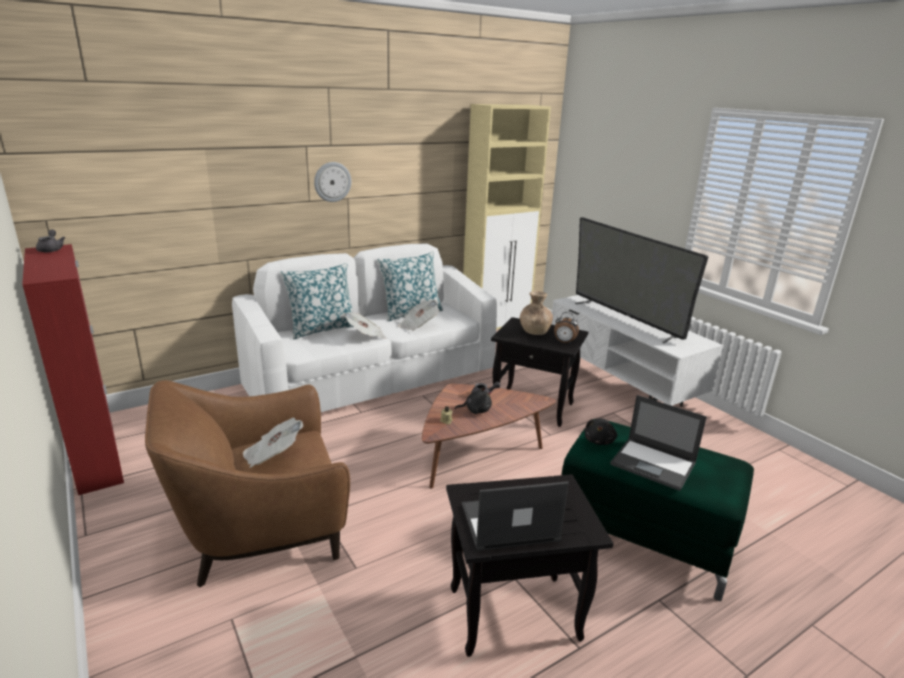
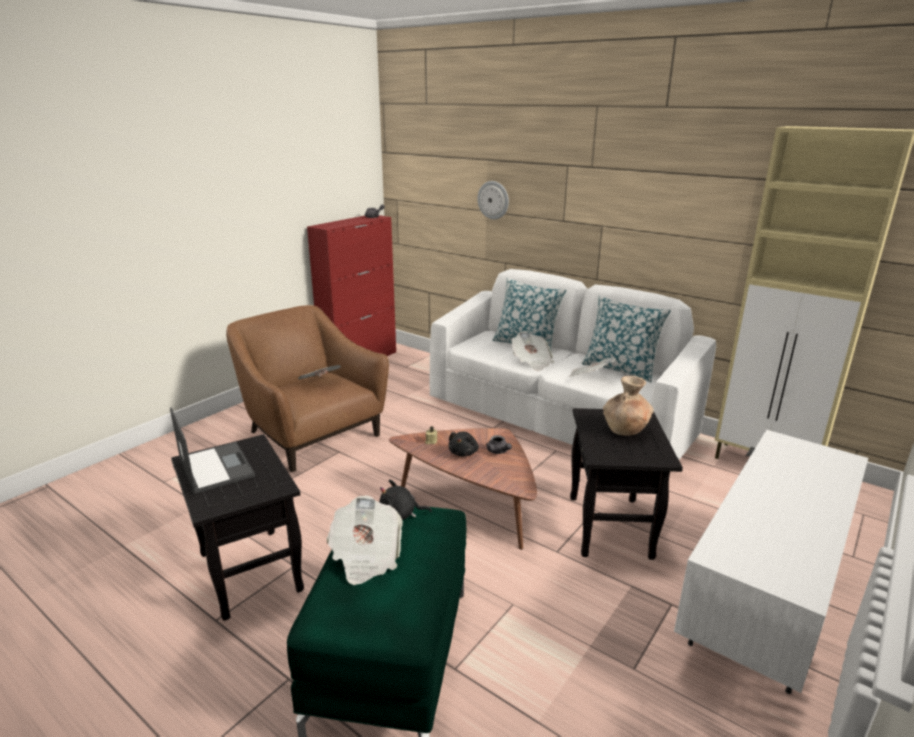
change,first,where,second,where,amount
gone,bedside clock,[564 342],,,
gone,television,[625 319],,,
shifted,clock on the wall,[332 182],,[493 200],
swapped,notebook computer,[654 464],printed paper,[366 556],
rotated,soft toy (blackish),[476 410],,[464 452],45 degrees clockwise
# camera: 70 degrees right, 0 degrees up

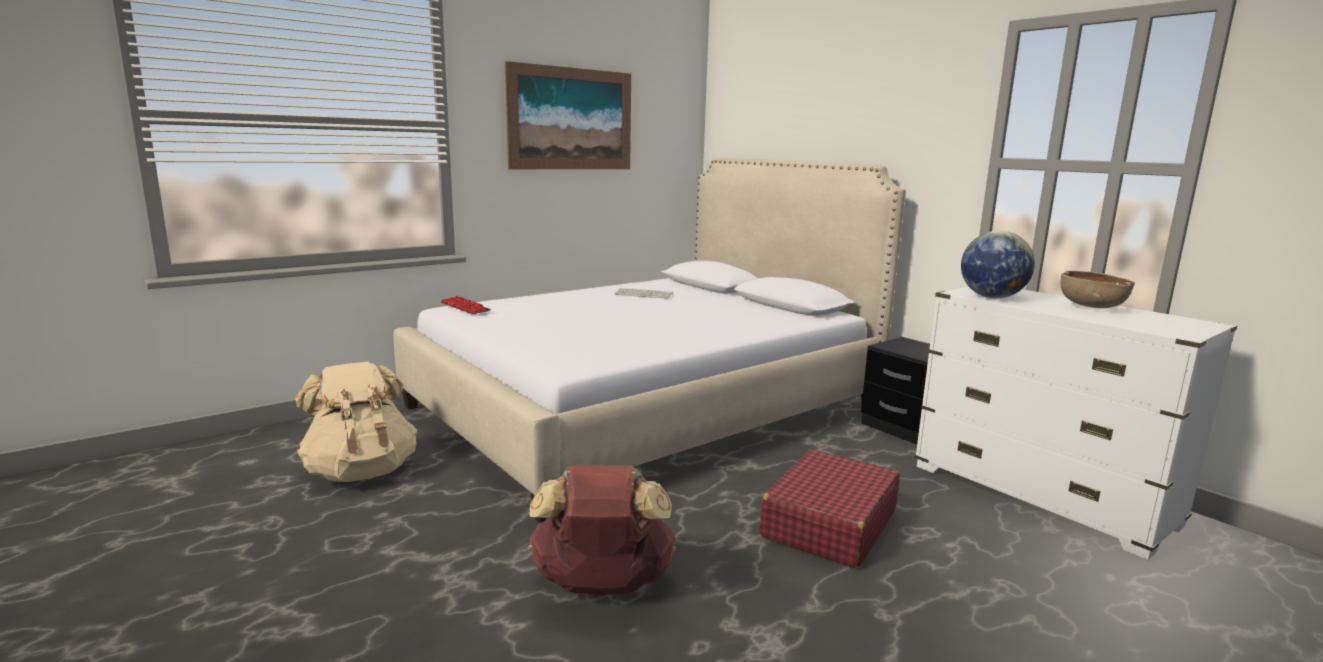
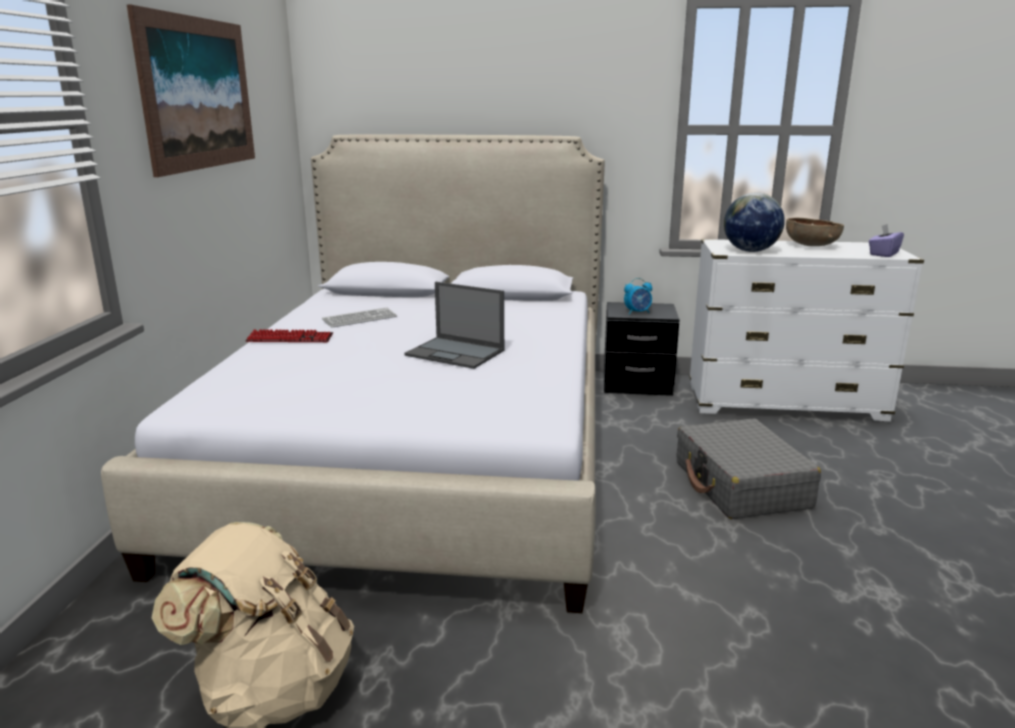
change,first,where,second,where,amount
gone,backpack (brown),[602 586],,,
new,,,notebook computer,[456 353],
new,,,bedside clock,[637 312],
new,,,box of tissues (purplish),[883 254],
shifted,PC keyboard,[465 307],,[290 339],
repainted,suitcase (red-coloured),[828 524],suitcase (grey),[741 485],
# camera: 45 degrees left, 5 degrees up

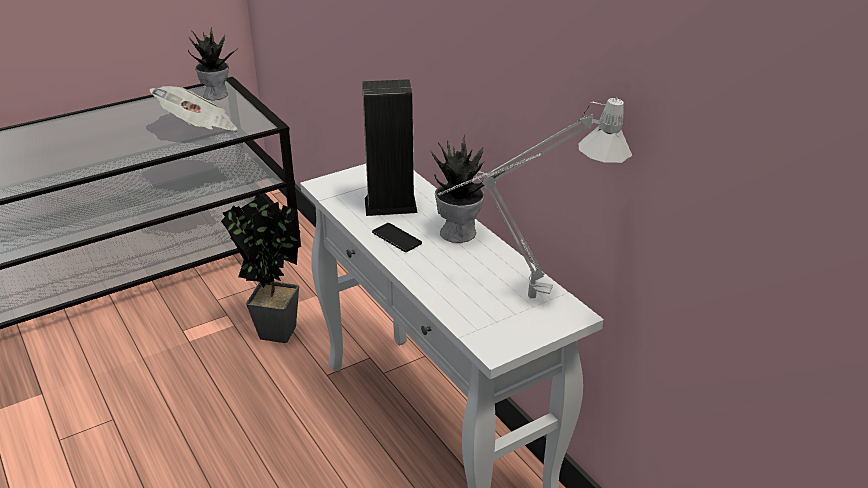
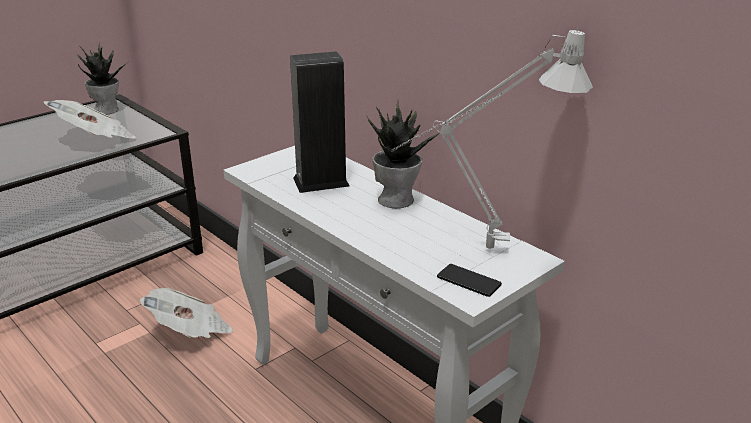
change,first,where,second,where,amount
shifted,phone,[396 238],,[468 281],
swapped,plant in a pot,[273 329],printed paper,[190 331],
# camera: 10 degrees left, 5 degrees down

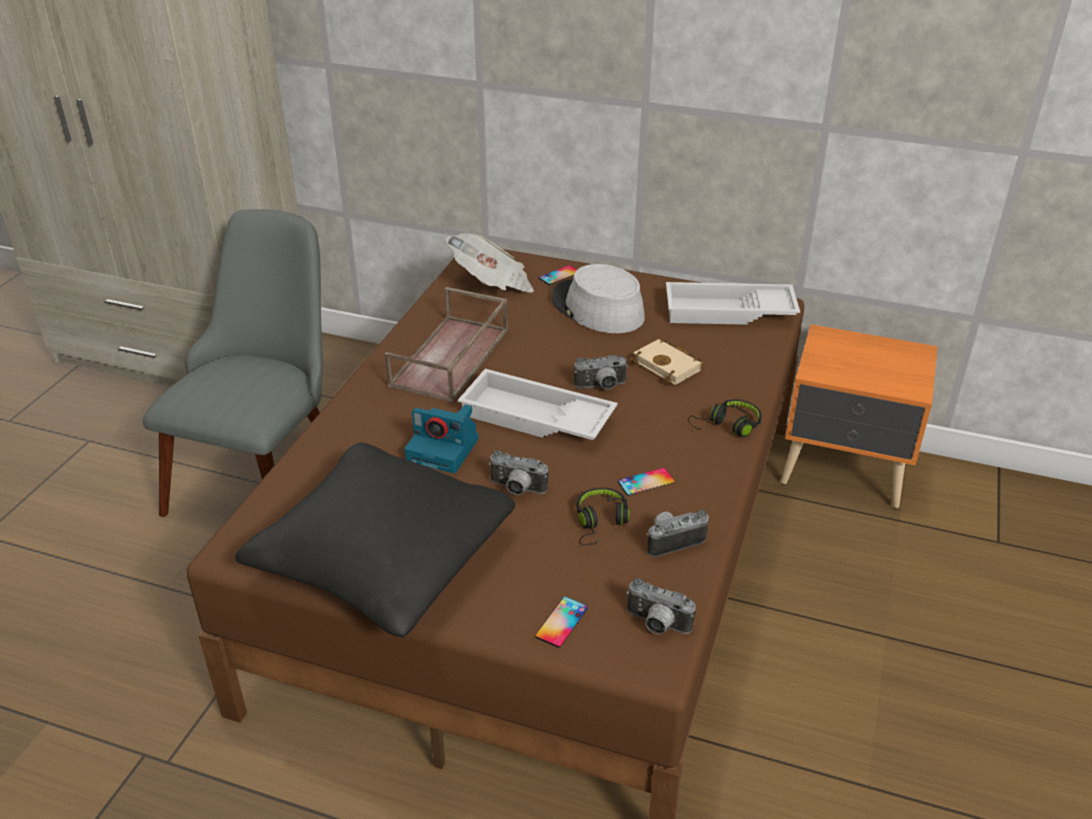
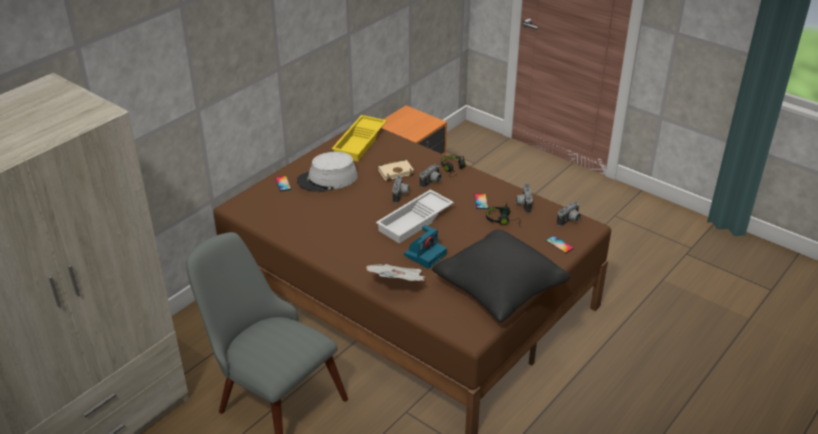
change,first,where,second,where,amount
gone,tray (brown),[451 359],,,
shifted,printed paper,[492 284],,[398 284],
shifted,photo camera,[516 489],,[432 183],
repainted,tray (white),[728 312],tray (yellow-coloured),[360 142],
# camera: 70 degrees left, 0 degrees up

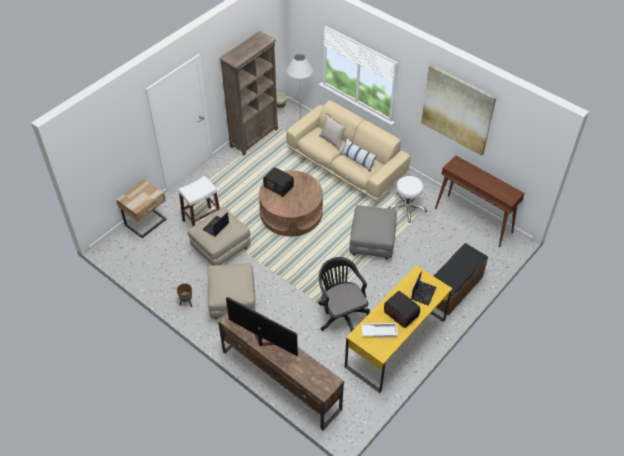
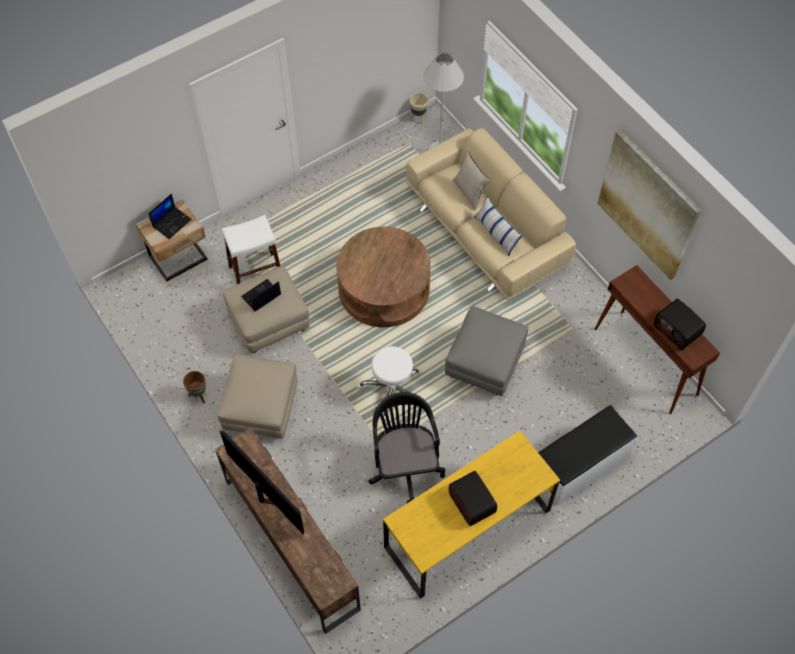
change,first,where,second,where,amount
gone,bookshelf (brown),[254 137],,,
gone,tray (white),[379 331],,,
shifted,radio,[279 187],,[677 330],
shifted,sitting stool (white),[407 209],,[392 389],
shifted,notebook computer,[423 293],,[172 222],
repainted,bench (brown),[455 289],bench (white),[580 465],
# camera: 15 degrees right, 10 degrees up

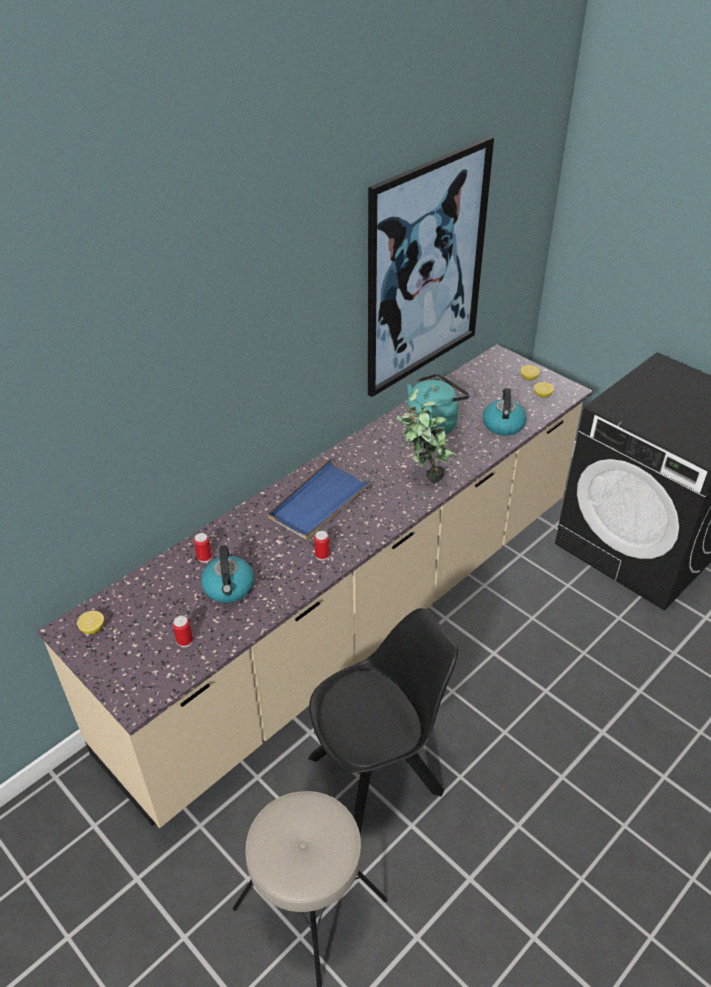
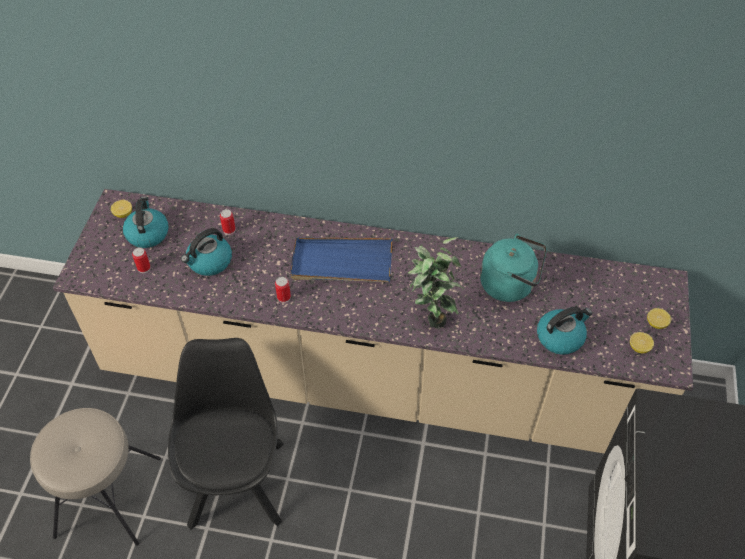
change,first,where,second,where,amount
gone,wall picture,[426 270],,,
new,,,kettle,[147 233],
rotated,chair (blackish),[379 773],,[237 480],120 degrees counterclockwise
# camera: 55 degrees right, 10 degrees up

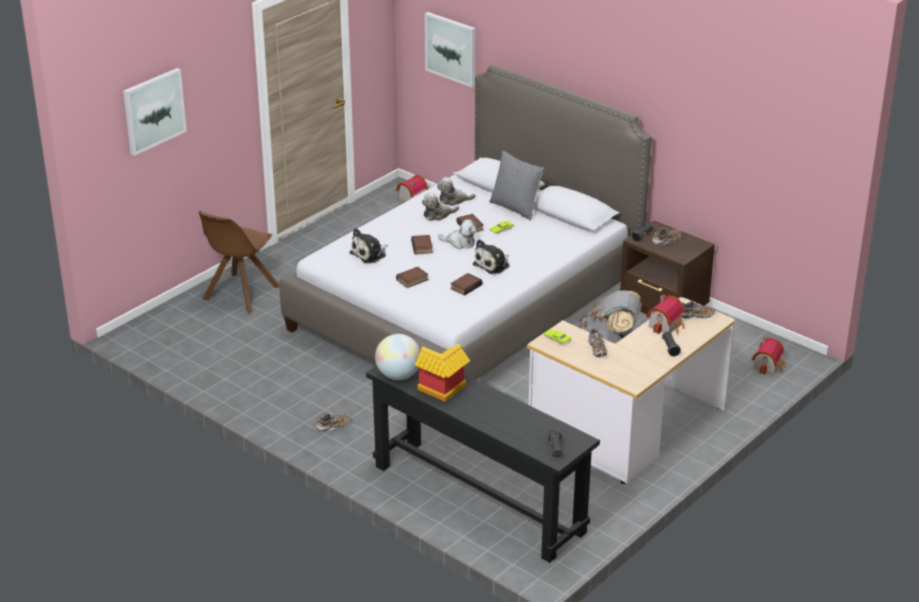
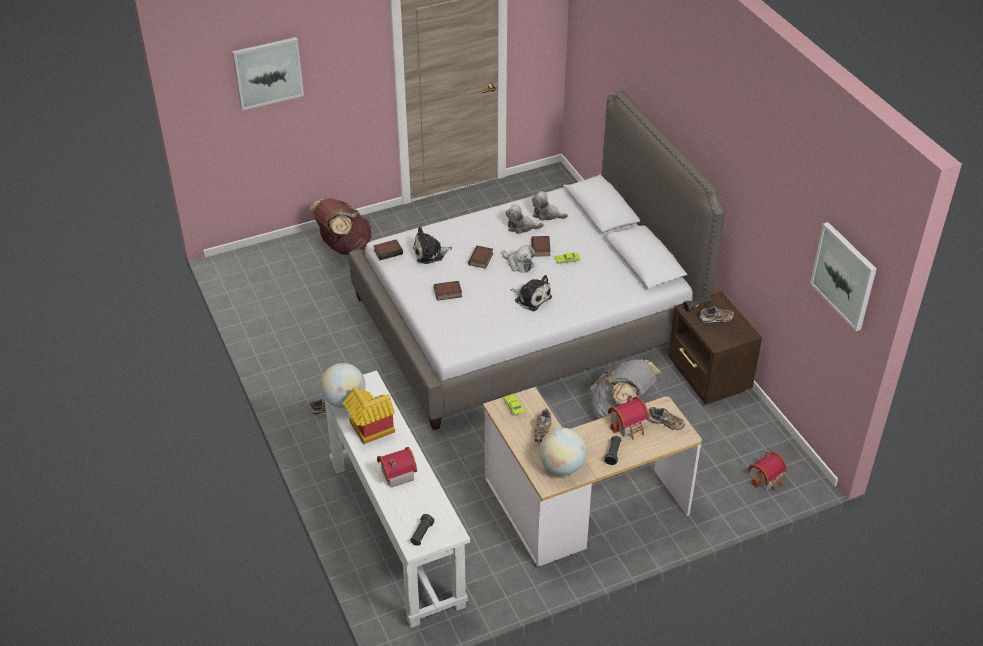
change,first,where,second,where,amount
gone,pillow (grey),[516 208],,,
new,,,desk globe,[561 467],
shifted,toy house,[410 197],,[396 473],
shifted,wall picture,[451 48],,[844 275],
shifted,book,[465 286],,[388 251],
swapped,chair (brown),[240 294],backpack (brown),[344 247],
repainted,hall table (blackish),[478 498],hall table (white),[396 533],
rotated,soft toy,[493 265],,[531 298],120 degrees counterclockwise
# camera: 25 degrees right, 10 degrees up

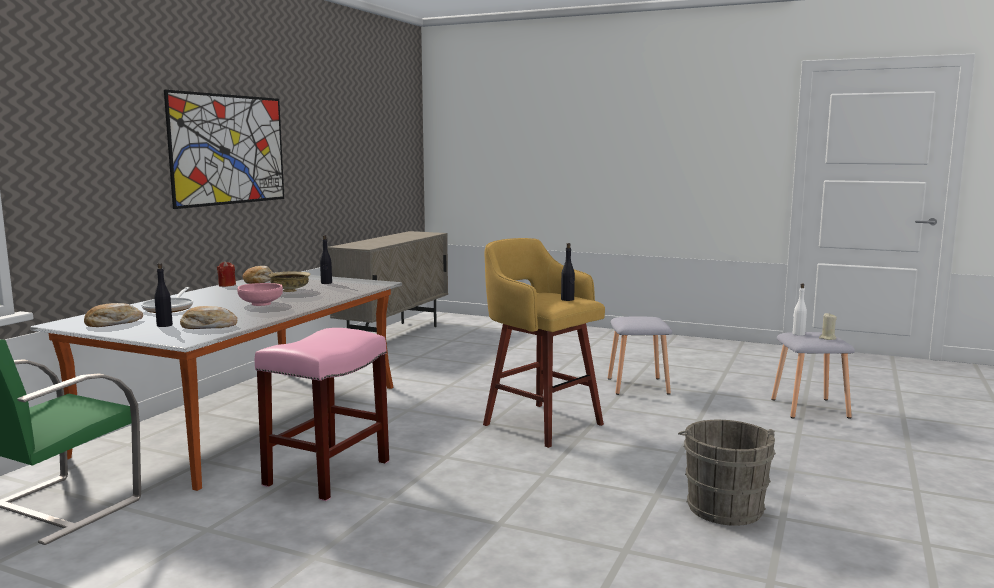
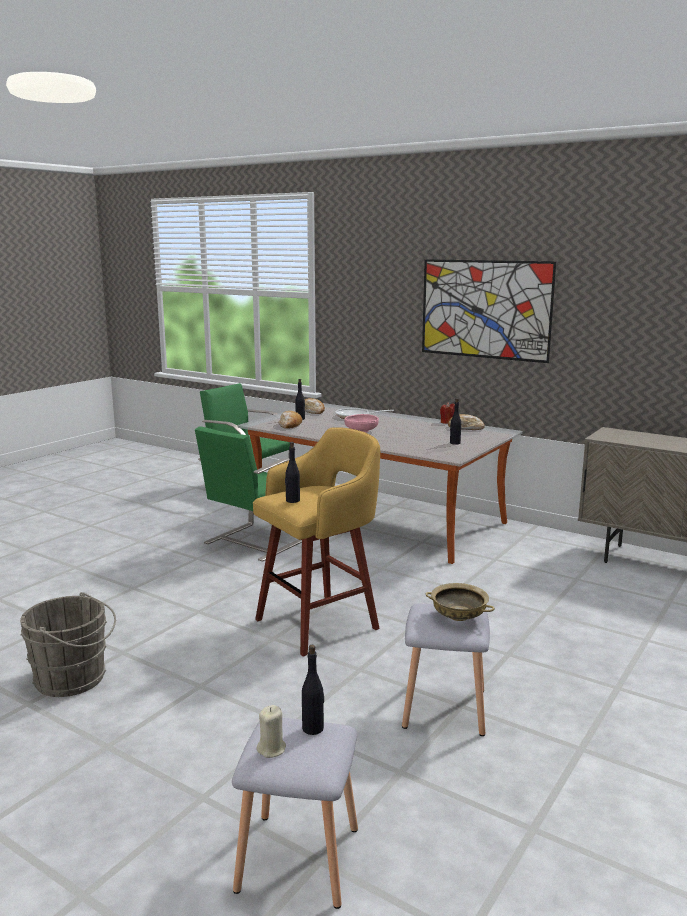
change,first,where,second,where,amount
shifted,deep dish (beige),[290 290],,[459 617],
swapped,sitting stool (pinkish),[327 473],chair (green-coloured),[253 542],
repainted,bottle (white),[798 334],bottle (blackish),[313 728],
# camera: 100 degrees right, 5 degrees up

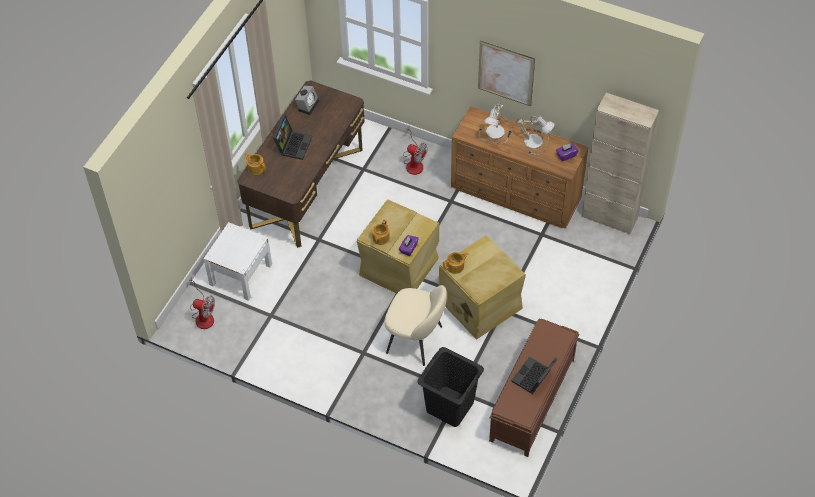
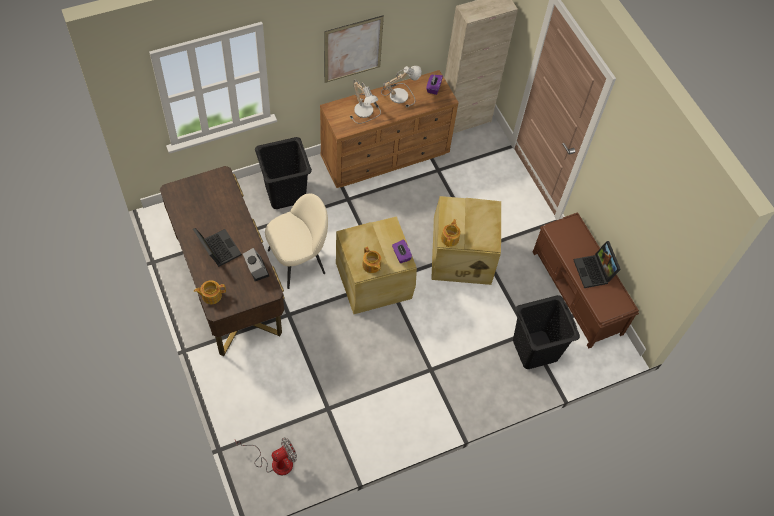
change,first,where,second,where,amount
gone,nightstand (white),[241 274],,,
shifted,bedside clock,[308 105],,[256 269],
shifted,chair (beige),[416 340],,[298 261],
swapped,electric fan,[414 162],washing basket (blackish),[285 192],
# camera: 55 degrees left, 5 degrees up

